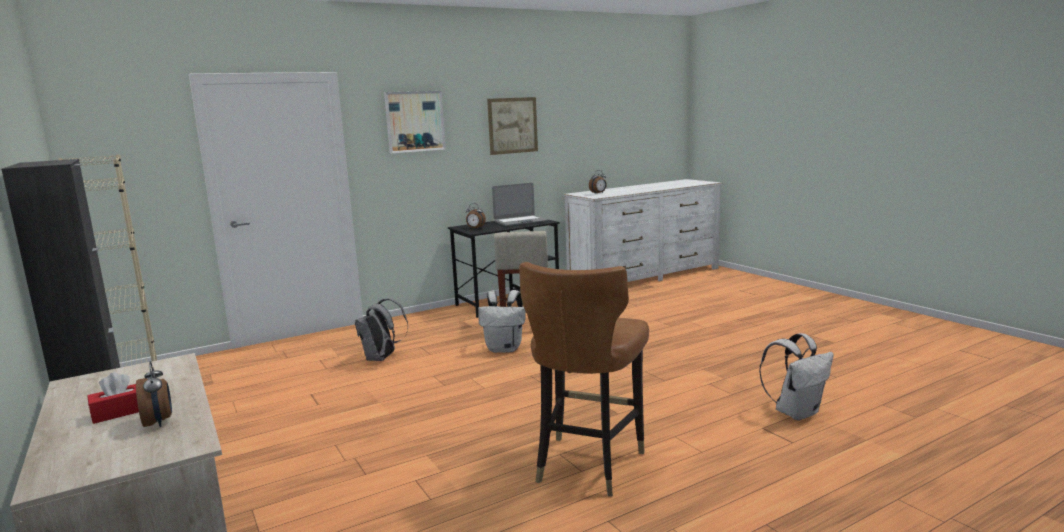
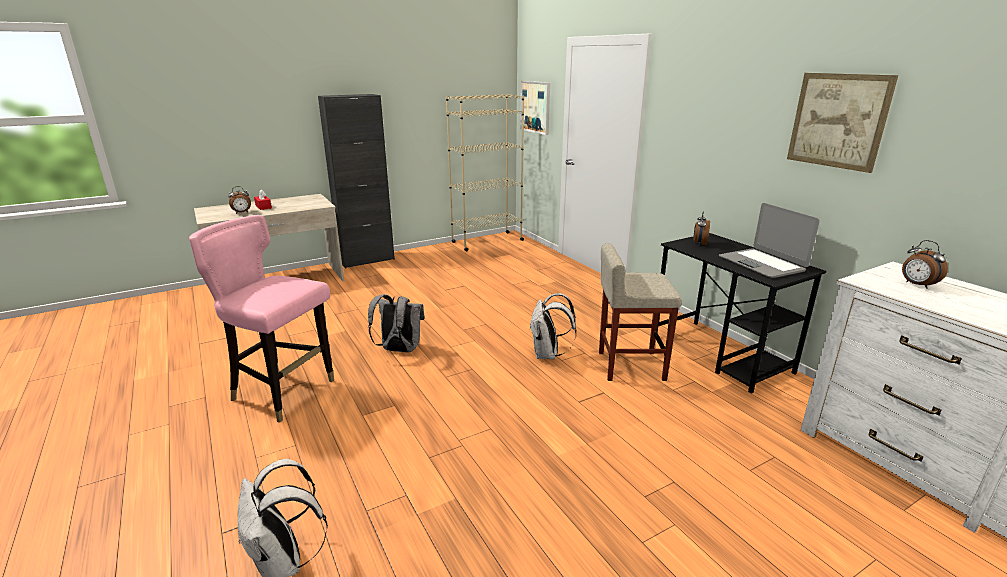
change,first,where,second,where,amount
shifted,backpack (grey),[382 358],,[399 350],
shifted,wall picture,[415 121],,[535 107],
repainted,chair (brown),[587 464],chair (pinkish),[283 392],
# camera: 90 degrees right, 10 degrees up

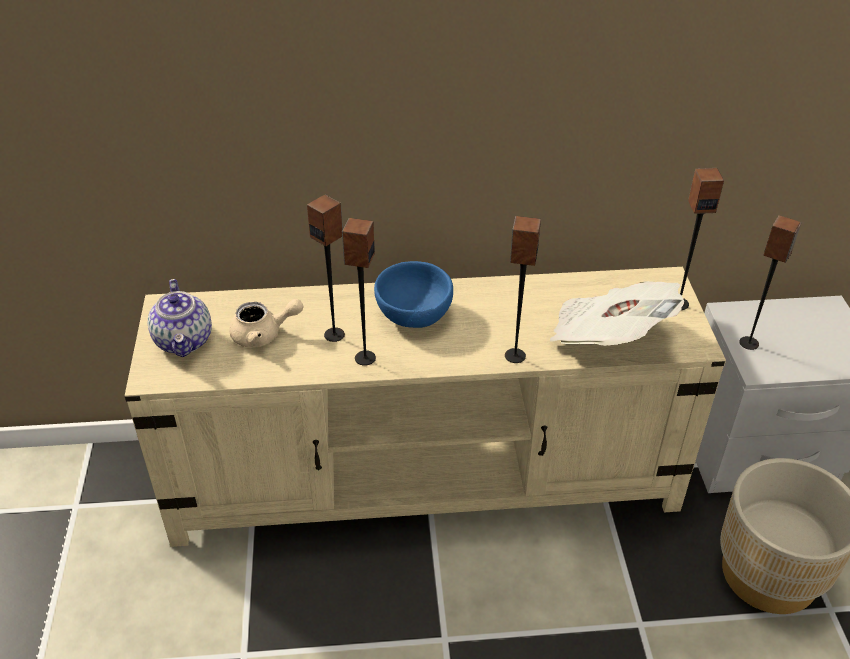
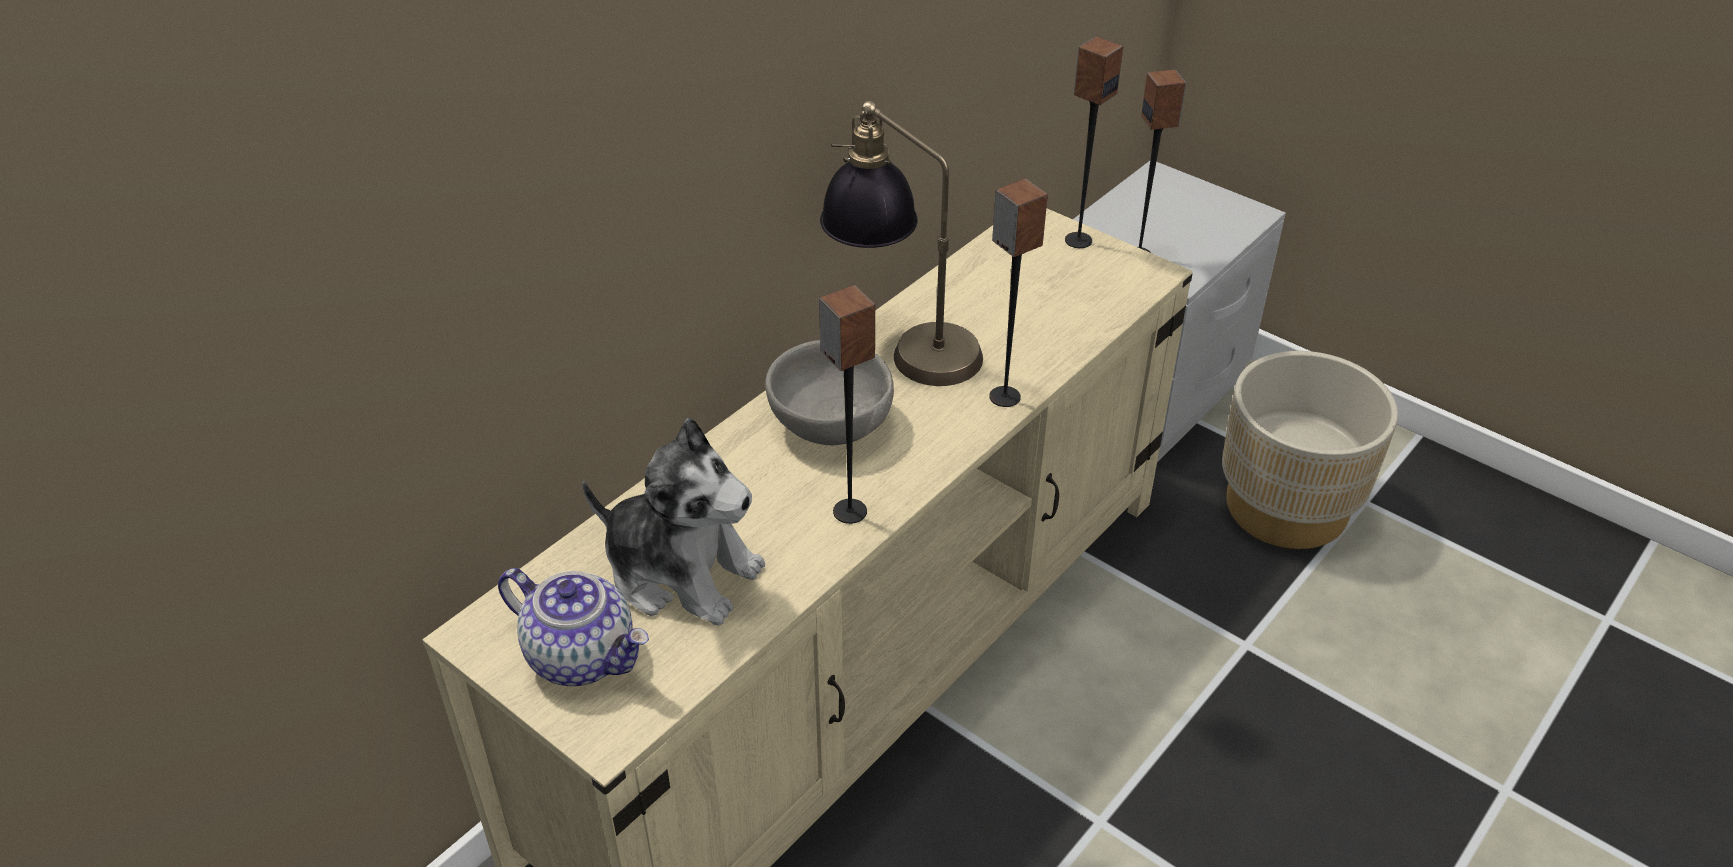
change,first,where,second,where,amount
gone,speaker,[334 334],,,
gone,printed paper,[608 337],,,
new,,,tabletop lamp,[902 345],
swapped,tea pot (beige),[264 334],soft toy,[681 572],
repainted,deep dish (blue-coloured),[415 313],deep dish (grey),[831 422],
# camera: 45 degrees left, 0 degrees up

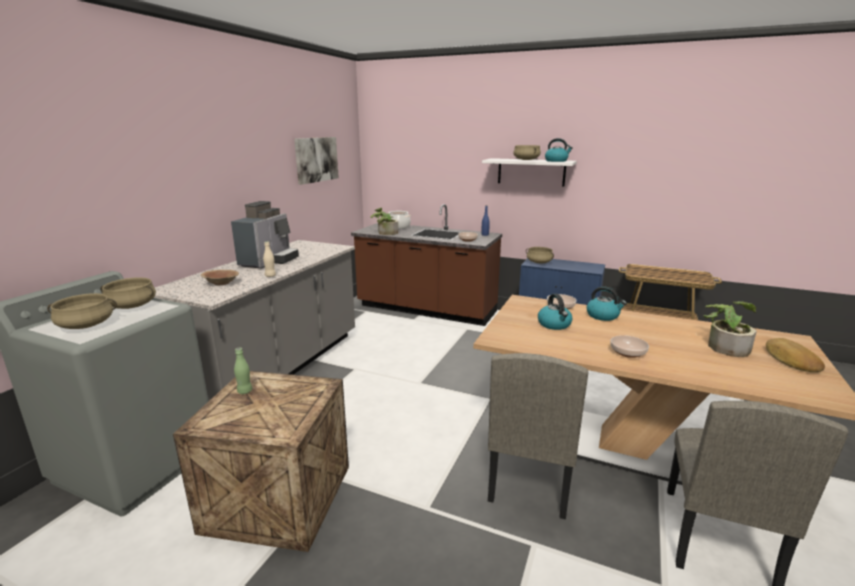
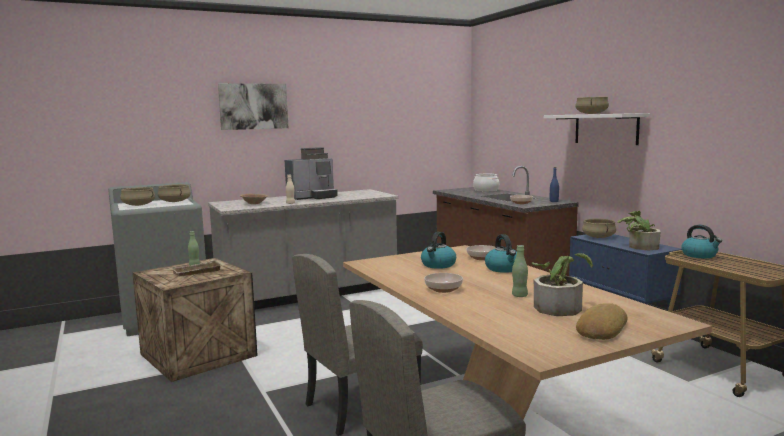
change,first,where,second,where,amount
new,,,tray (beige),[197 272],
new,,,bottle (green-coloured),[519 296],
shifted,wall picture,[316 159],,[253 106],
shifted,plant in a pot,[385 233],,[639 247],
shifted,kettle,[556 161],,[700 255],
# camera: 40 degrees right, 10 degrees down

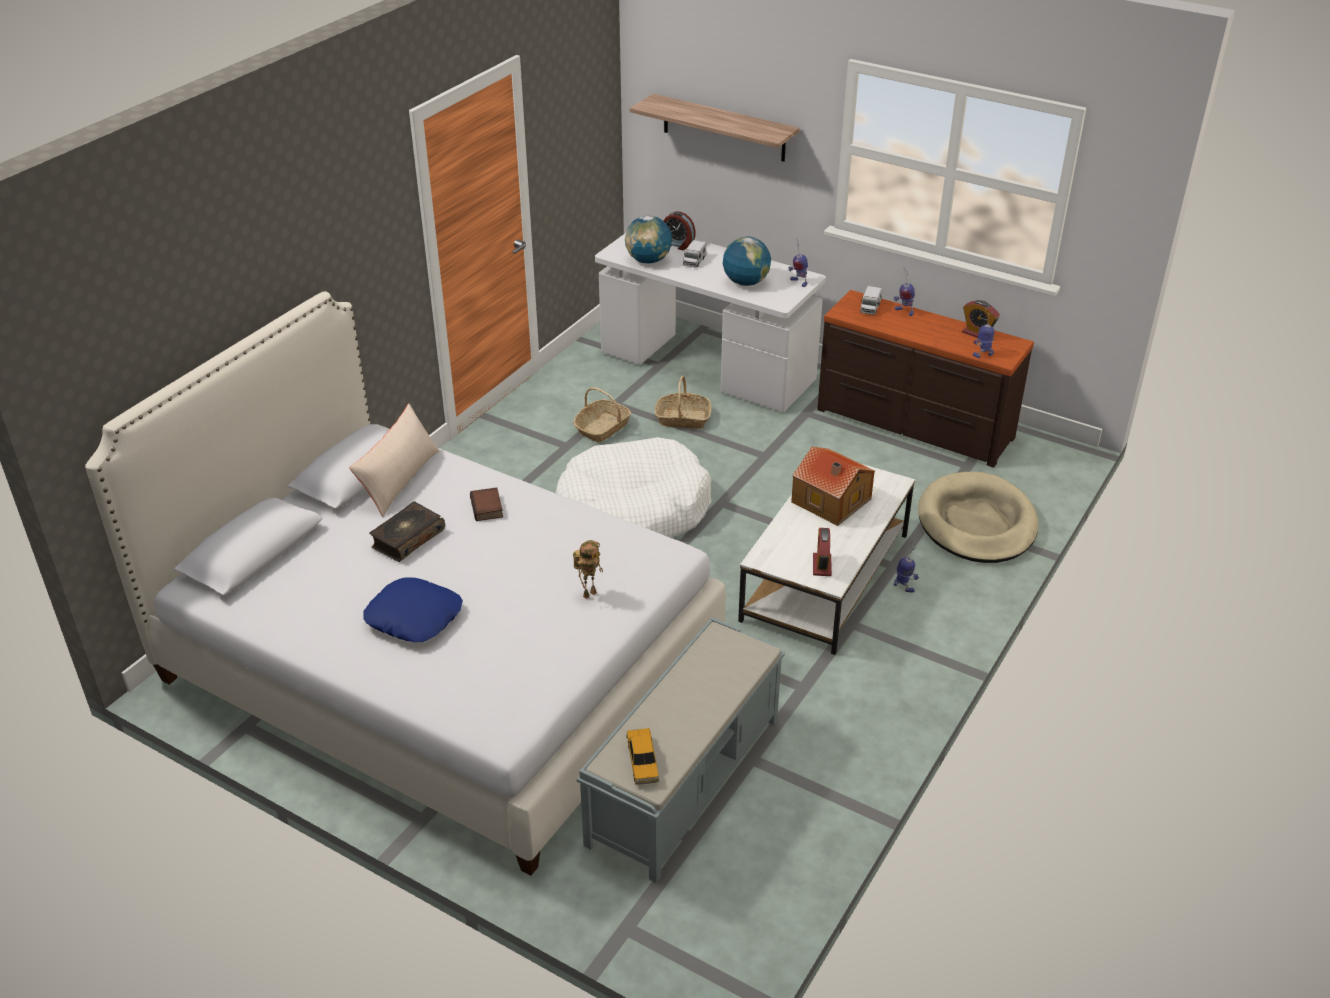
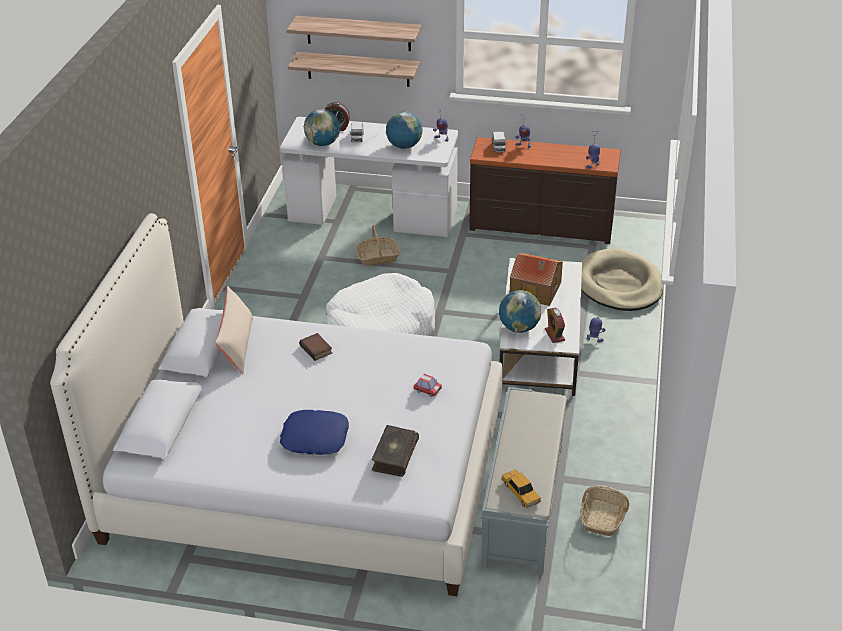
change,first,where,second,where,amount
gone,bedside clock,[977 333],,,
new,,,bracket shelf,[358 69],
new,,,desk globe,[519 328],
shifted,book,[407 539],,[394 456],
shifted,basket,[602 428],,[602 518],
swapped,robot figure,[589 593],miniature car,[427 390],
# camera: 20 degrees left, 0 degrees up

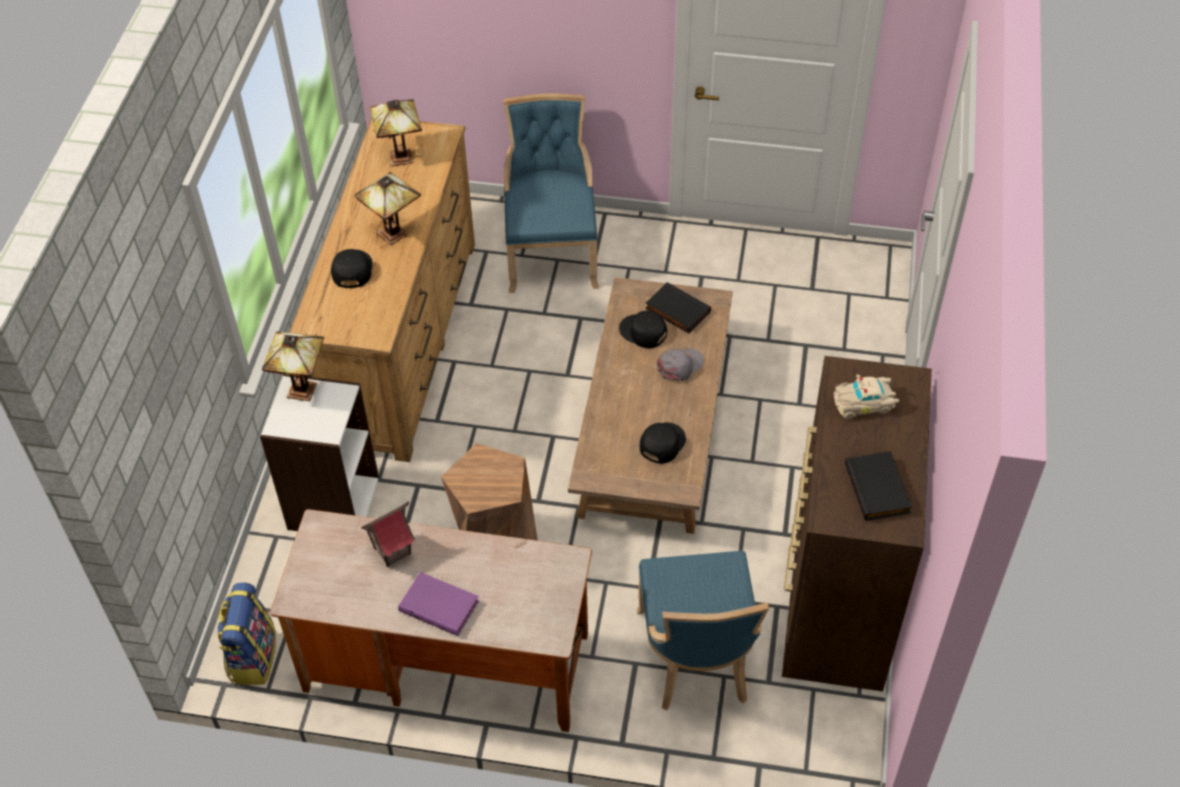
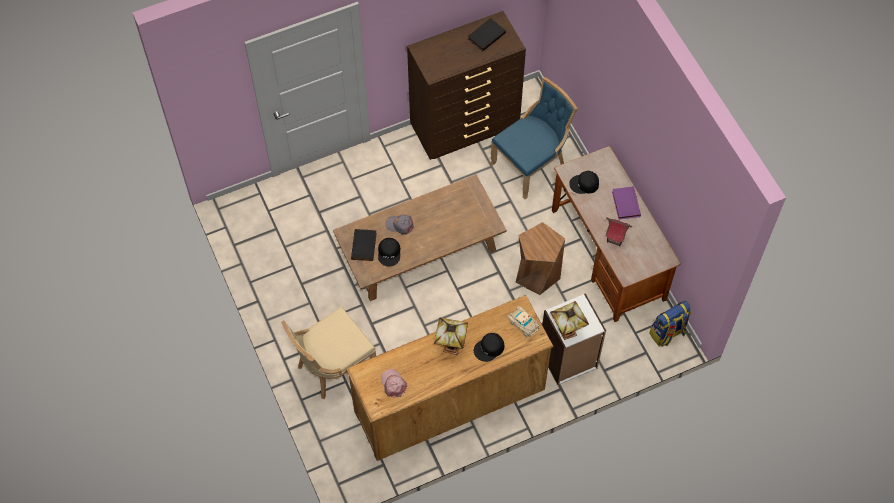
change,first,where,second,where,amount
shifted,peaked cap (blackish),[661 443],,[584 184],
shifted,miniature car (beige),[865 403],,[523 323],
swapped,tabletop lamp,[399 156],peaked cap (pinkish),[393 384],
repainted,chair (blue-coloured),[551 252],chair (beige),[333 367],
# camera: 125 degrees left, 10 degrees up

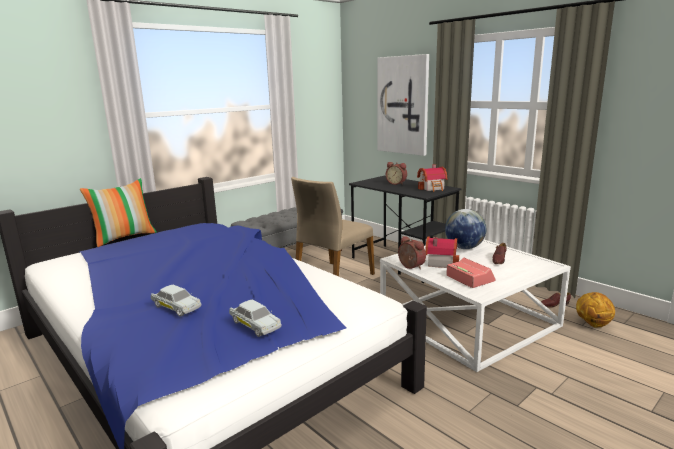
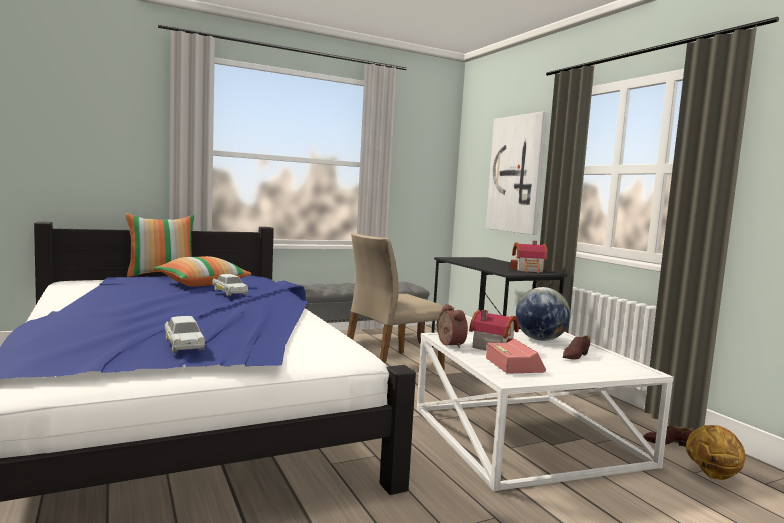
change,first,where,second,where,amount
gone,bedside clock,[396 183],,,
new,,,pillow,[202 284],
shifted,miniature car (white),[176 307],,[230 292],
# camera: 15 degrees right, 10 degrees down

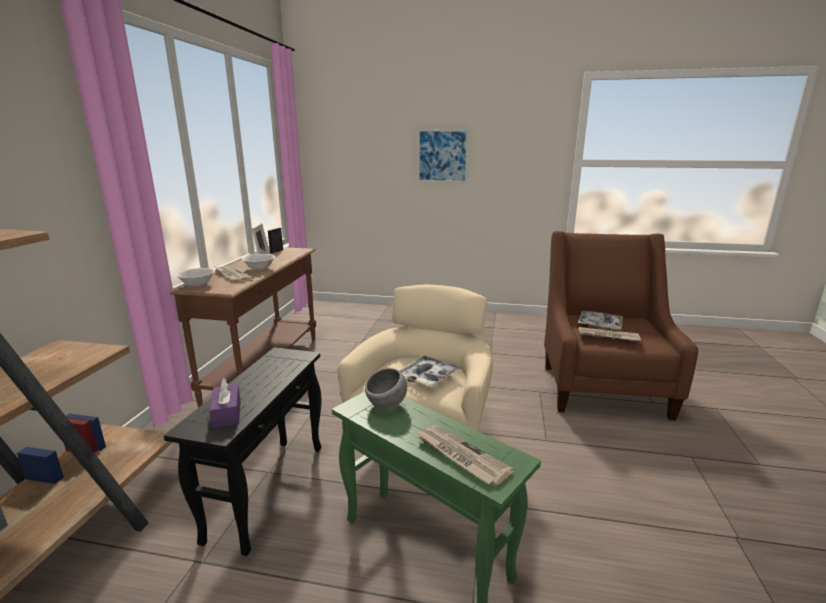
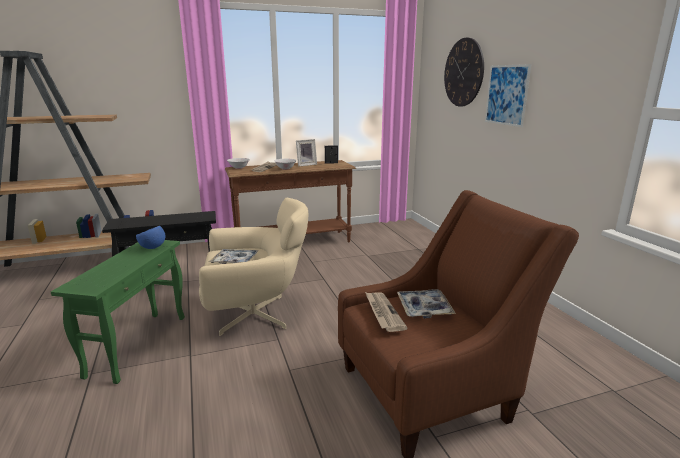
change,first,where,second,where,amount
gone,box of tissues (purplish),[227 413],,,
gone,printed paper,[460 456],,,
new,,,clock on the wall,[463 72],
repainted,deep dish (grey),[387 405],deep dish (blue-coloured),[152 248],
# camera: 60 degrees right, 0 degrees up

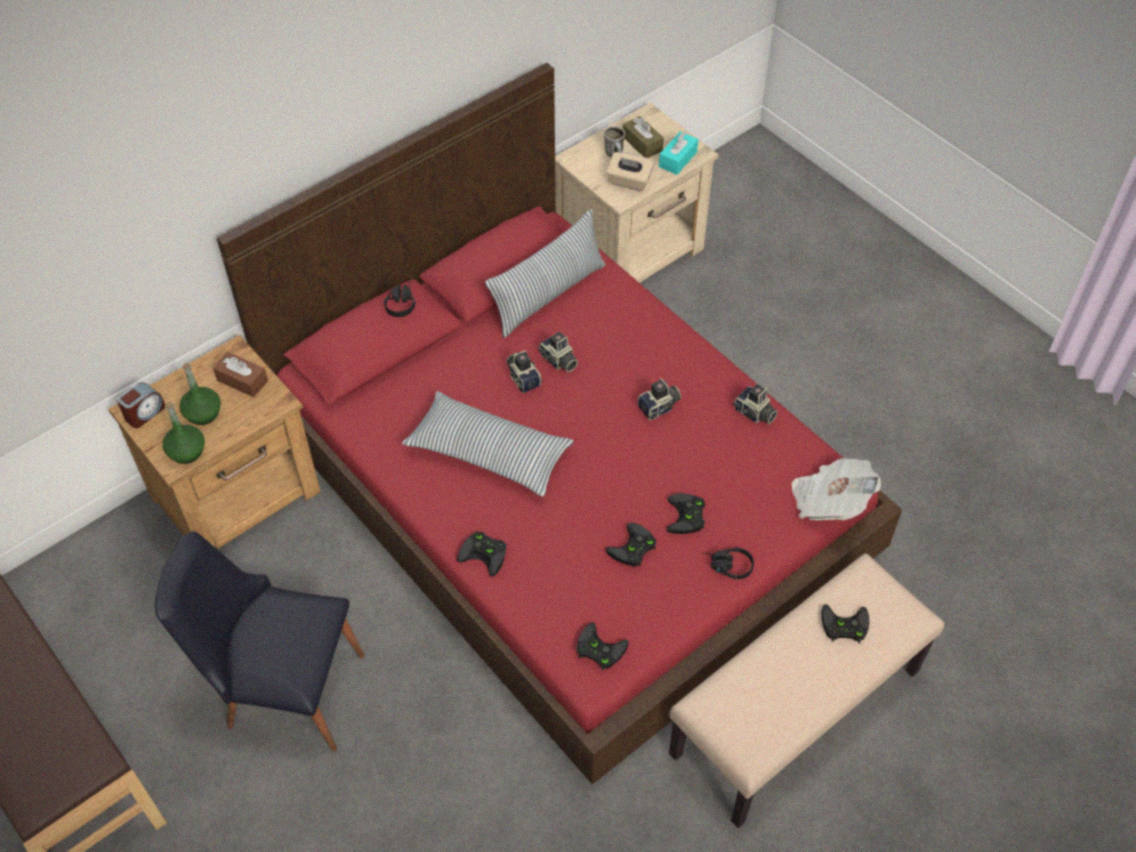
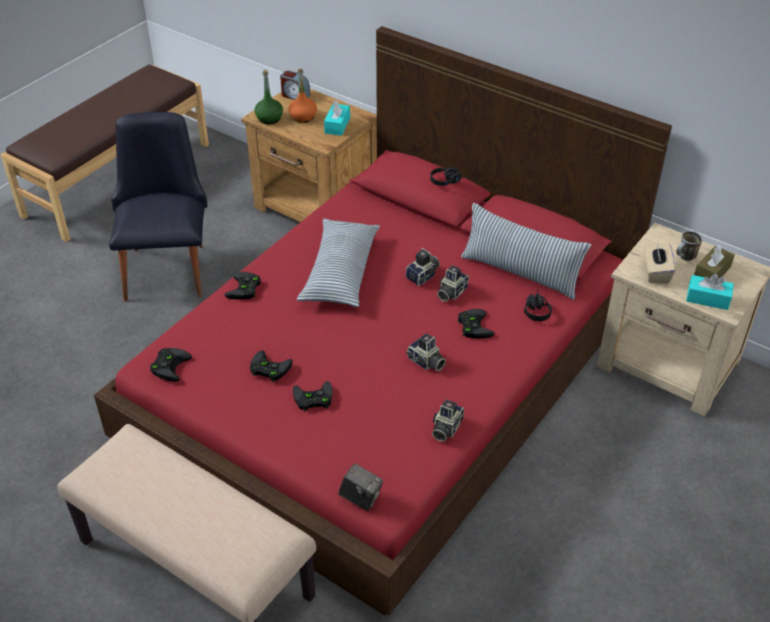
change,first,where,second,where,amount
shifted,pair of headphones (blackish),[726 567],,[535 309],
shifted,joypad (blackish),[843 626],,[473 326],
swapped,printed paper,[829 501],photo camera,[360 498],
repainted,bottle (green-coloured),[203 413],bottle (orange),[303 117],
repainted,box of tissues (brown),[242 380],box of tissues (turquoise),[337 125],
# camera: 75 degrees right, 10 degrees down

